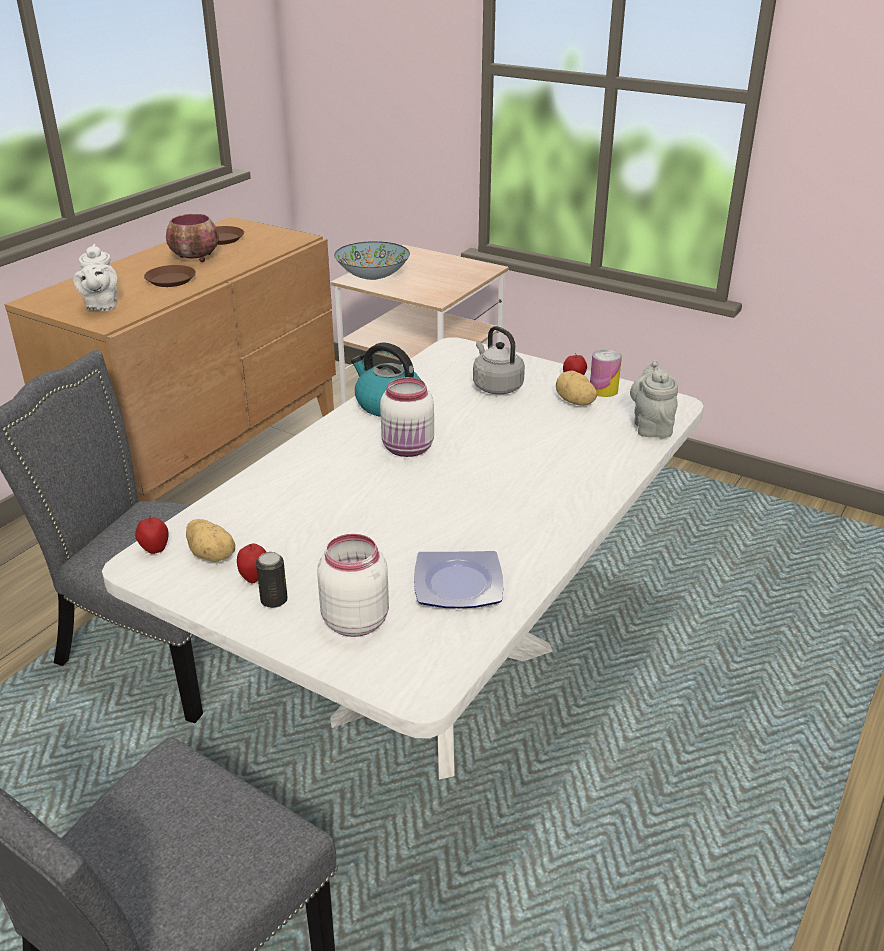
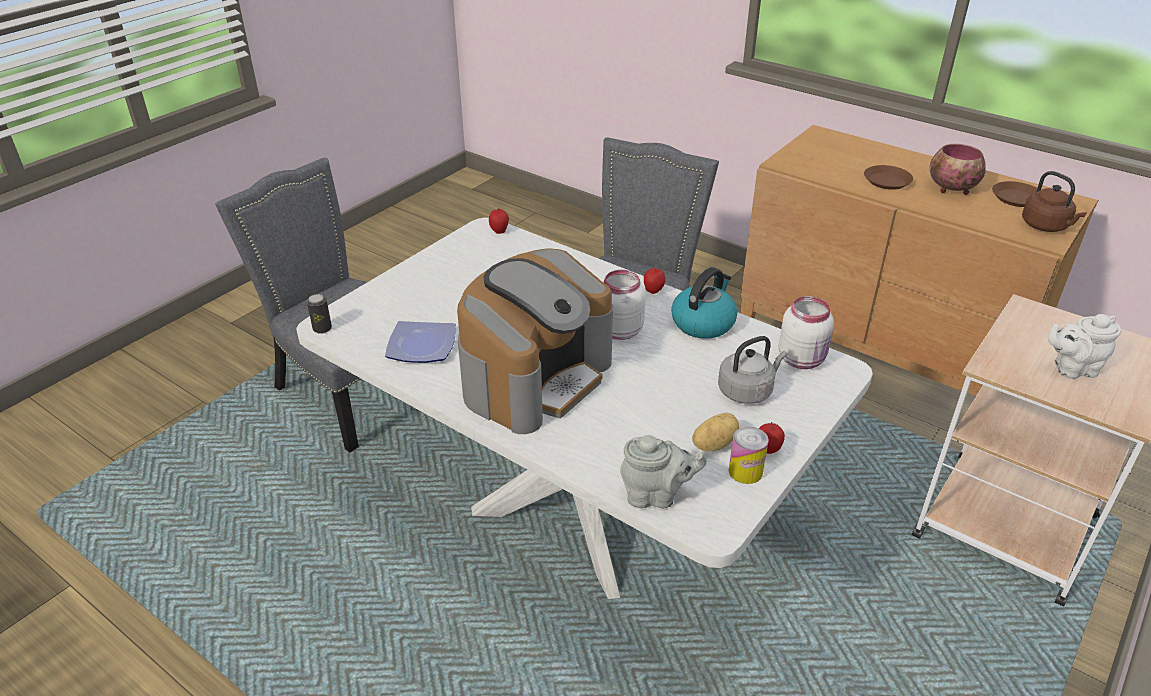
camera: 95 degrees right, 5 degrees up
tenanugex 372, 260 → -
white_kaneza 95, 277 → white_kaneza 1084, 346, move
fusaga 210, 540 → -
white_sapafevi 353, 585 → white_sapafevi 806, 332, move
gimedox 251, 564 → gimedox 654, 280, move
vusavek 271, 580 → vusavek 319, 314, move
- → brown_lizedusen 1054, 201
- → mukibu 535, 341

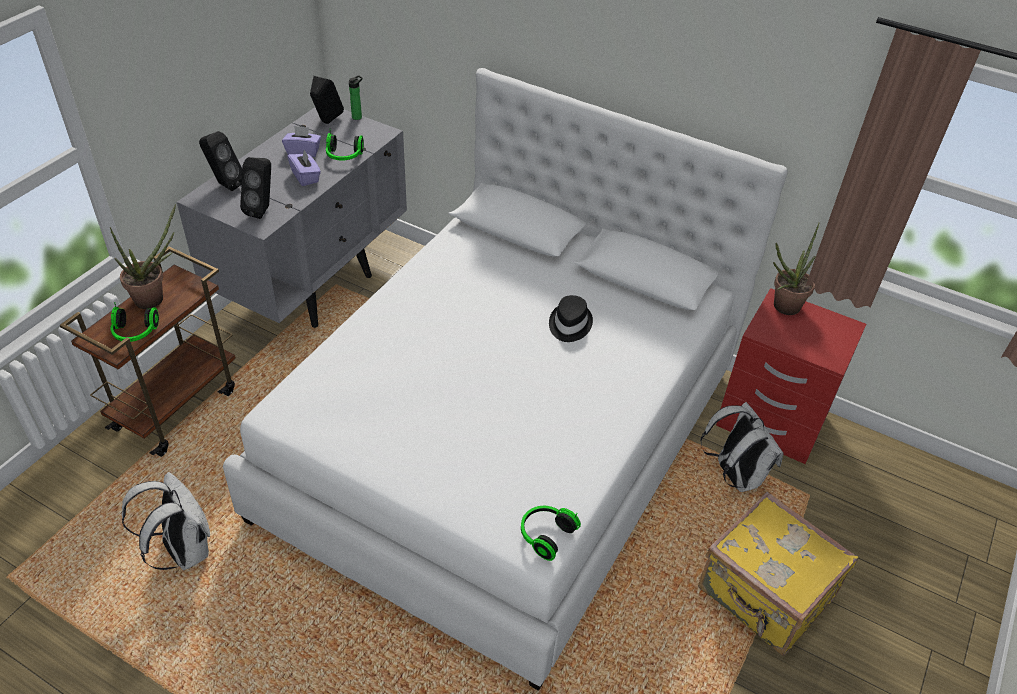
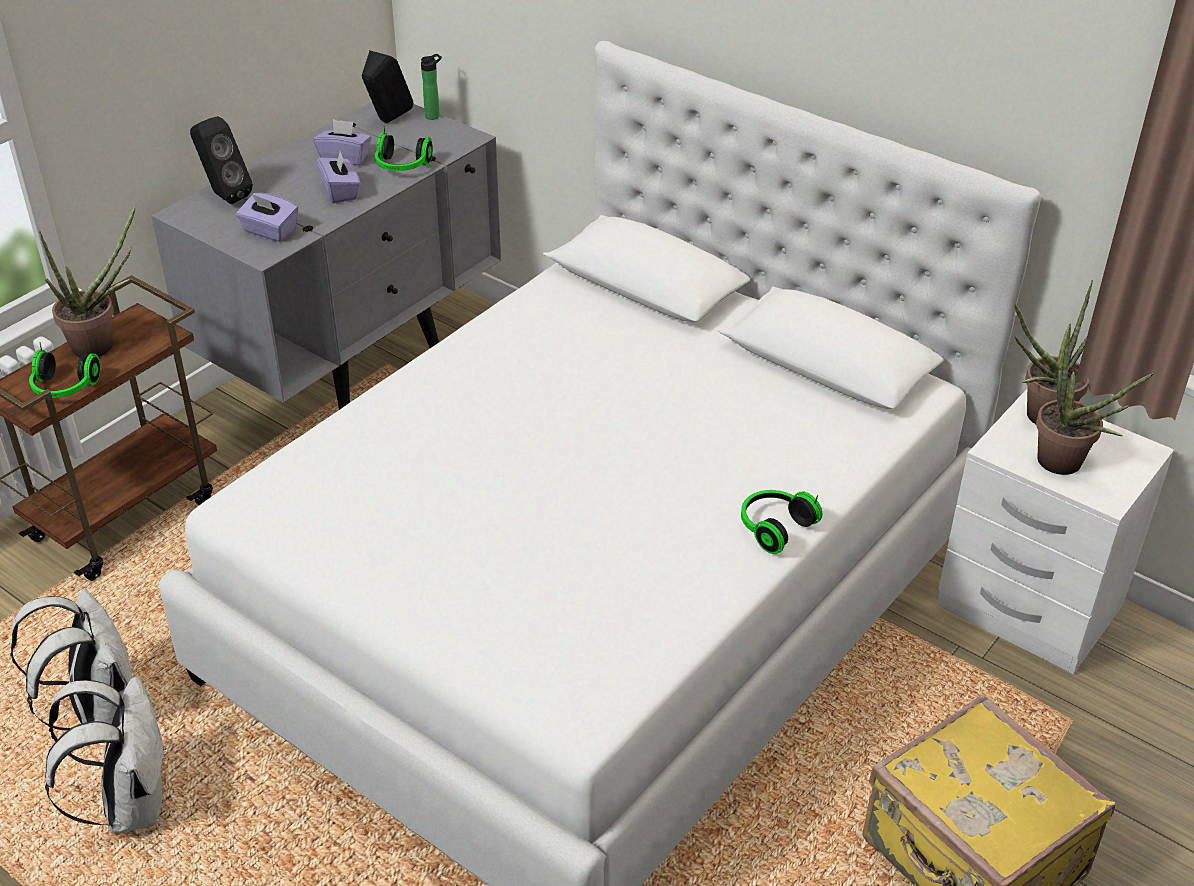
camera: 10 degrees right, 5 degrees down
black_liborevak 255, 188 → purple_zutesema 267, 217
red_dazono 791, 376 → white_dazono 1055, 531
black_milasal 571, 318 → -
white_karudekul 741, 447 → white_karudekul 105, 755, move
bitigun 551, 533 → bitigun 781, 522, move
- → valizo 1095, 399

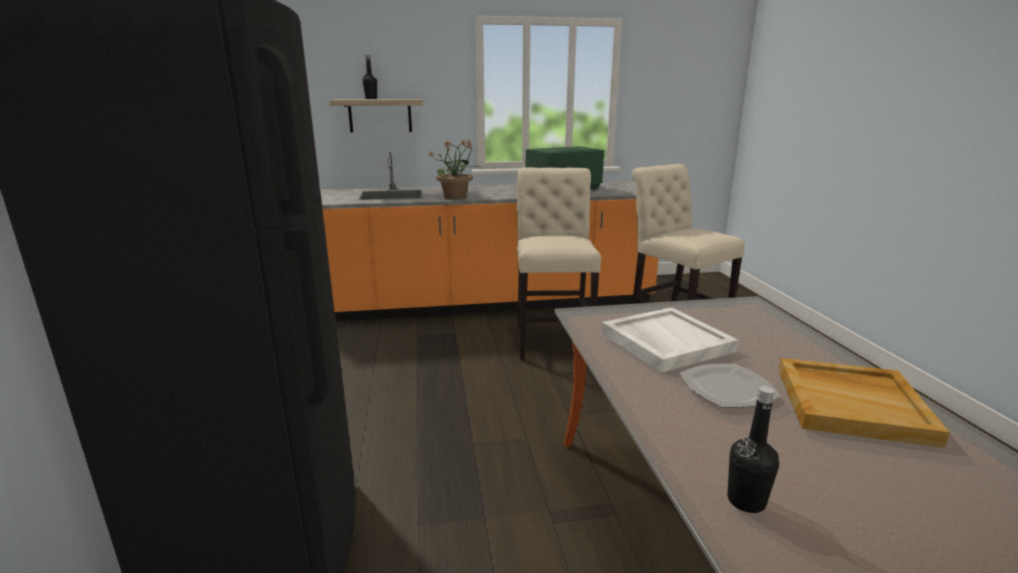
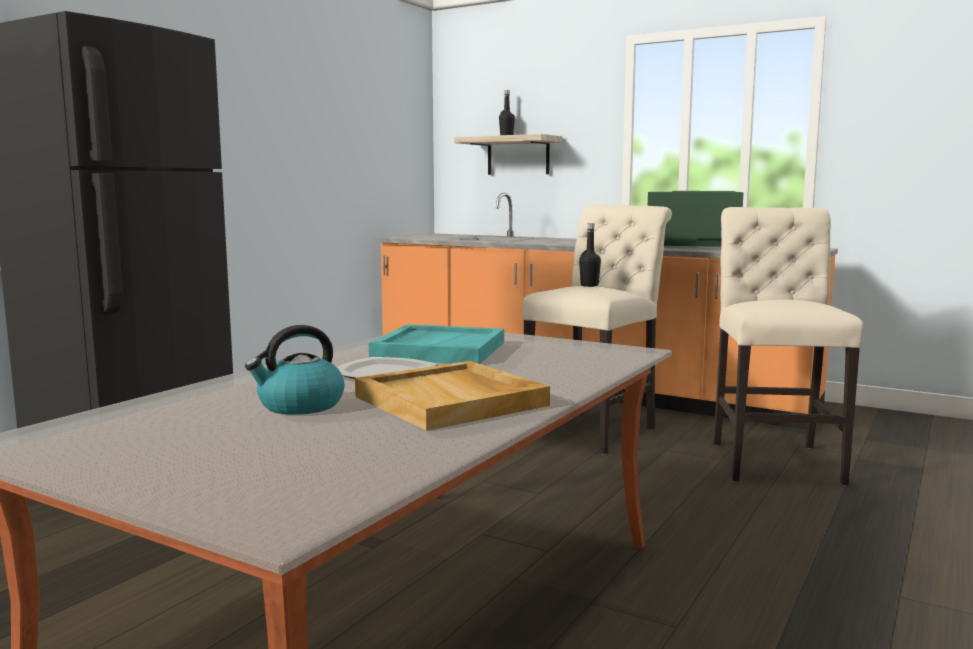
camera: 40 degrees right, 10 degrees down
valizo 454, 169 → -
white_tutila 670, 340 → turquoise_tutila 436, 344
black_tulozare 753, 449 → black_tulozare 590, 255, move
- → lizedusen 295, 370

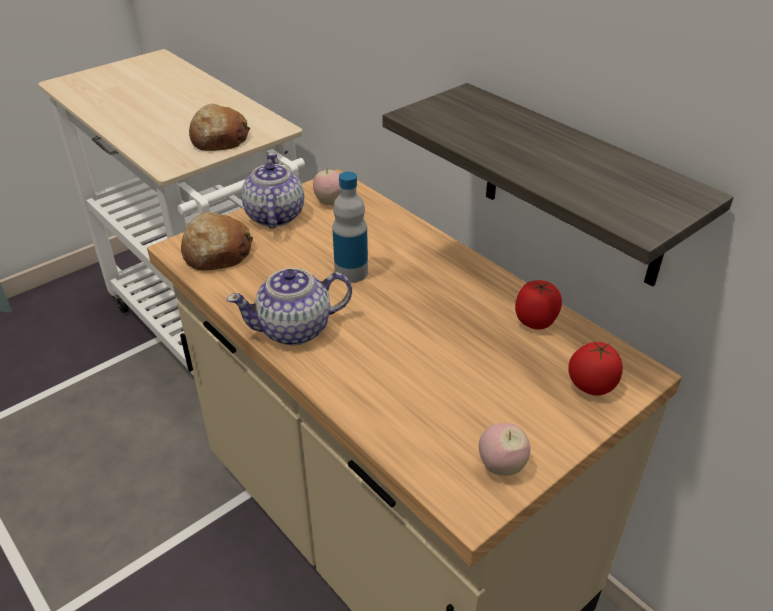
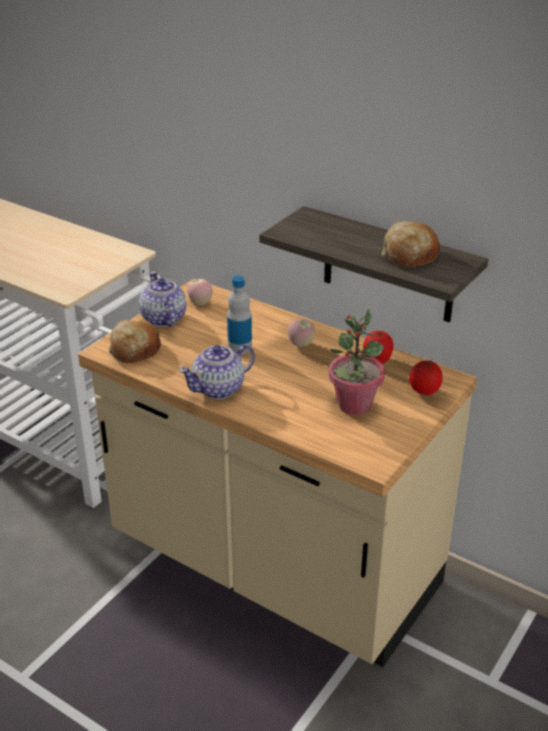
camera: 15 degrees left, 5 degrees down
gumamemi 219, 127 → gumamemi 411, 244, move
gimedox 504, 449 → gimedox 301, 333, move
- → valizo 356, 361

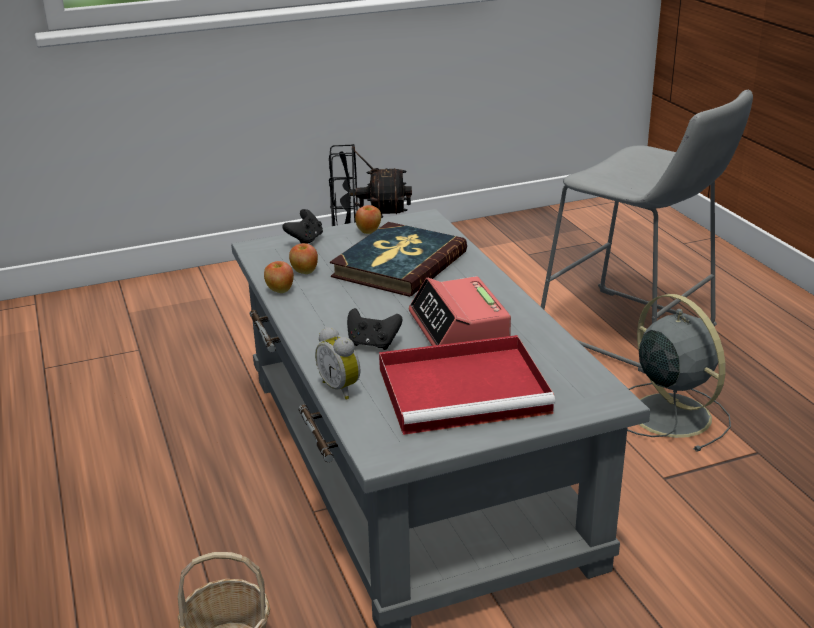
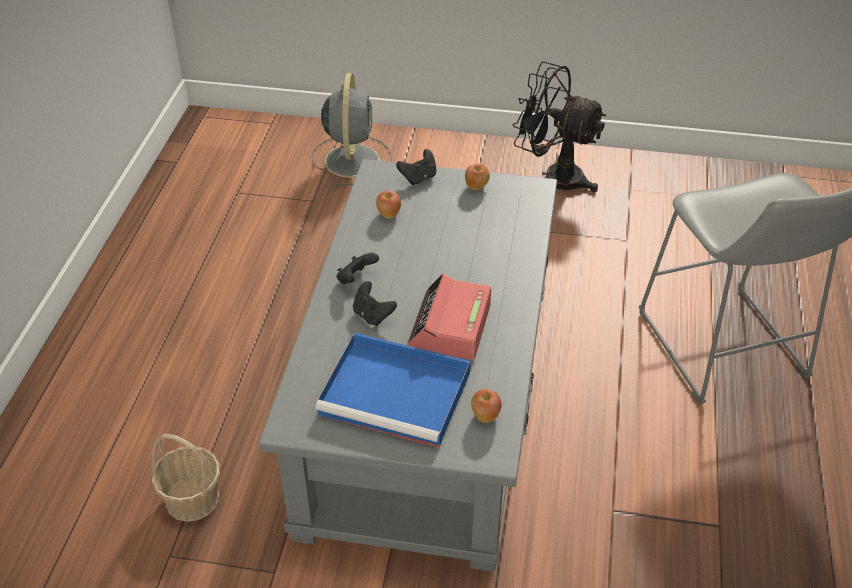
camera: 30 degrees right, 15 degrees up
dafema 398, 259 → -
gimedox 279, 277 → gimedox 486, 406, move
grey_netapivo 679, 373 → grey_netapivo 352, 130, move
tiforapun 337, 363 → -
red_tutila 467, 385 → blue_tutila 393, 390
- → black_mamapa 358, 268

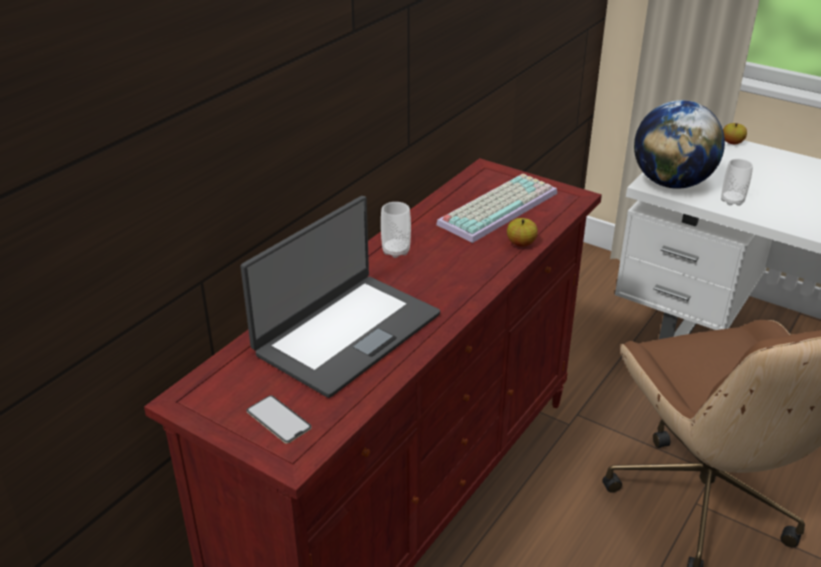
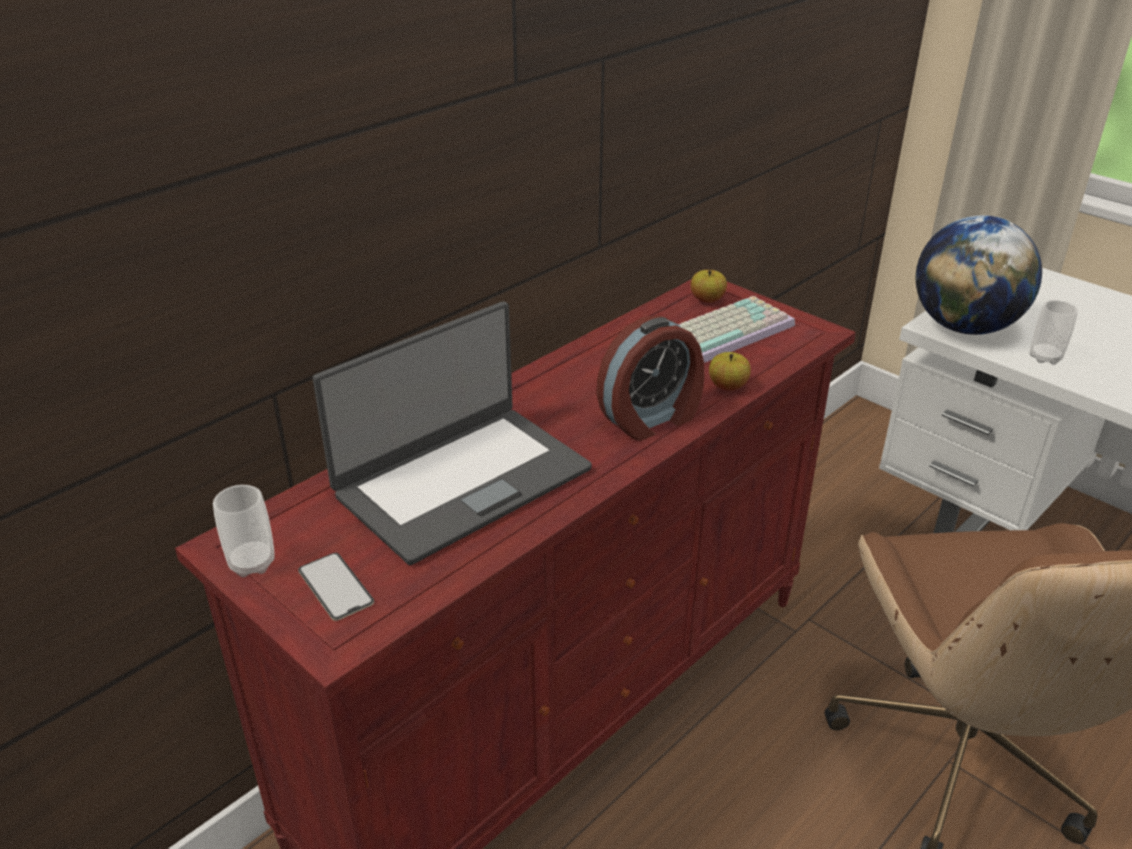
camera: 10 degrees right, 0 degrees up
gimedox 735, 133 → gimedox 709, 286, move
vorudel 396, 230 → vorudel 244, 531, move
- → tiforapun 650, 378

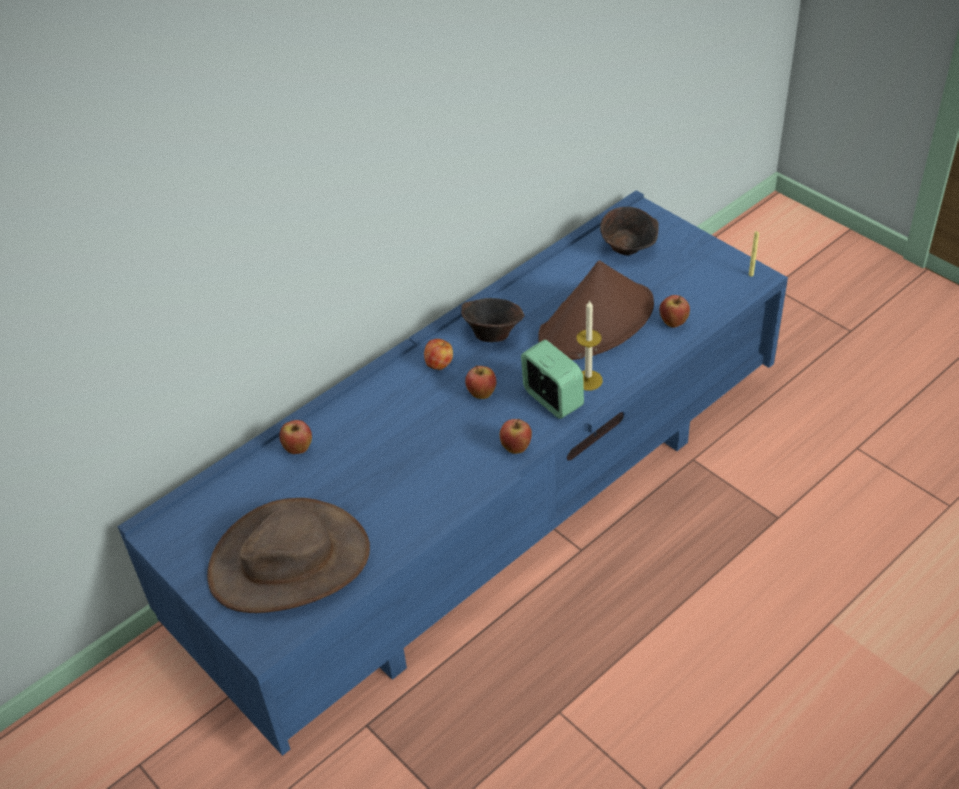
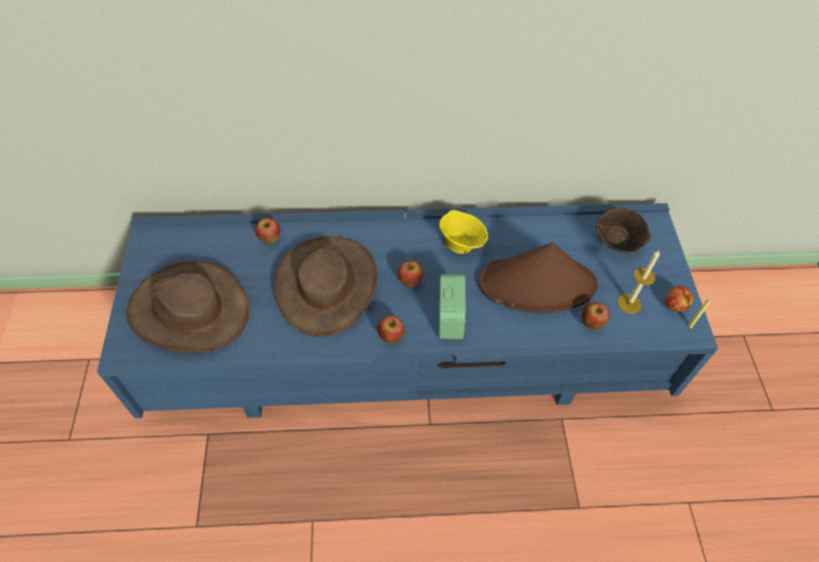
camera: 35 degrees right, 10 degrees up
brown_tenanugex 493, 320 → yellow_tenanugex 463, 232
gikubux 590, 345 → gikubux 638, 282, move
gimedox 438, 354 → gimedox 679, 298, move
- → brown_milasal 325, 286

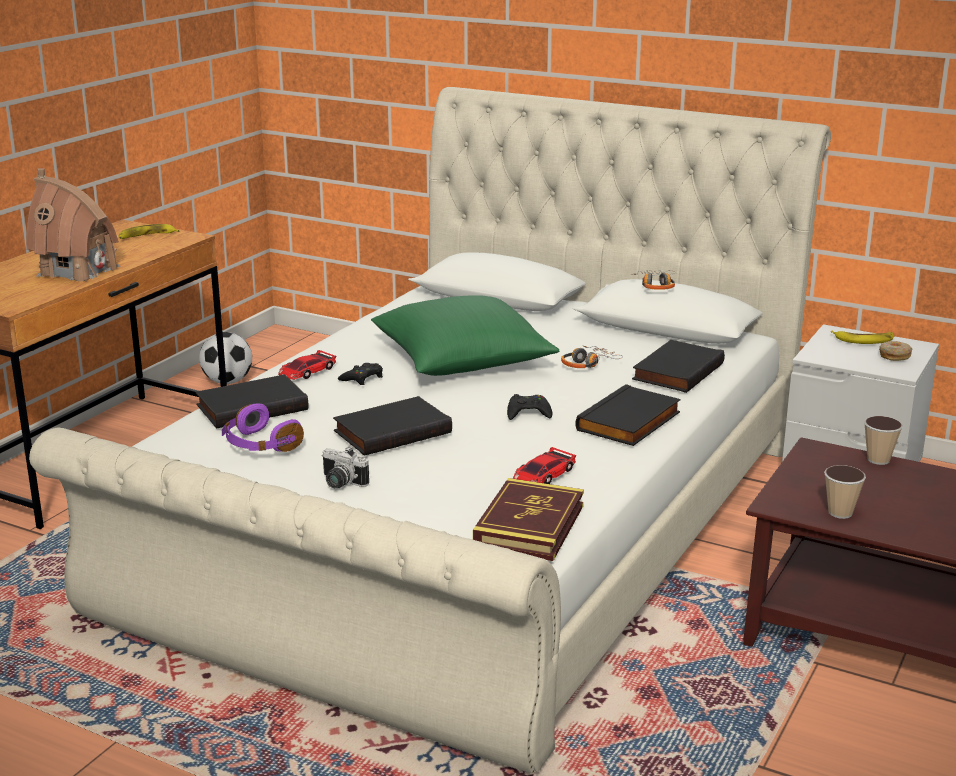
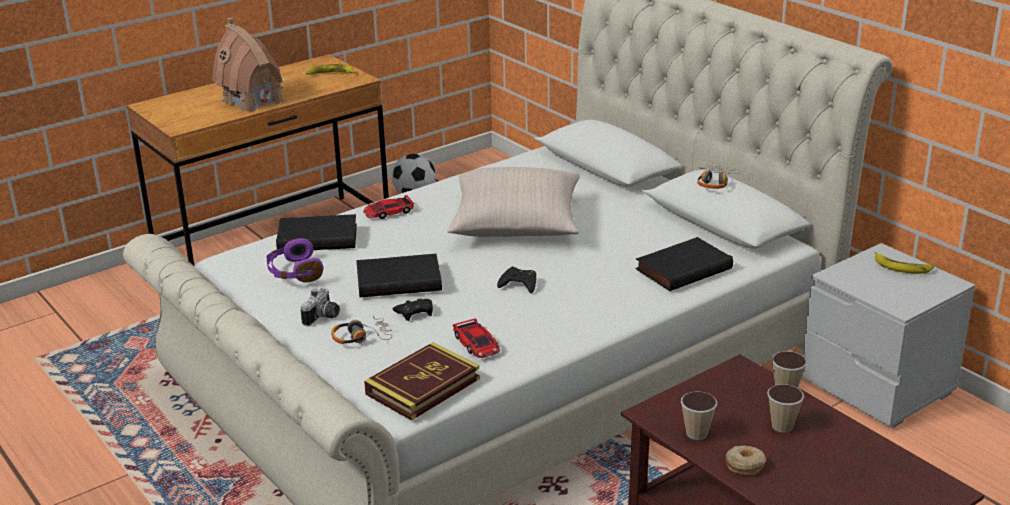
camera: 25 degrees right, 5 degrees up
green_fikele 465, 335 → beige_fikele 513, 202
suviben 896, 351 → suviben 746, 460, move
bitigun 592, 357 → bitigun 361, 330, move
black_mamapa 360, 374 → black_mamapa 413, 310, move
black_dafema 628, 415 → -
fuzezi 345, 467 → fuzezi 320, 307, 120 degrees counterclockwise
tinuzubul 545, 465 → tinuzubul 476, 338, 90 degrees counterclockwise
- → vorudel 785, 408

